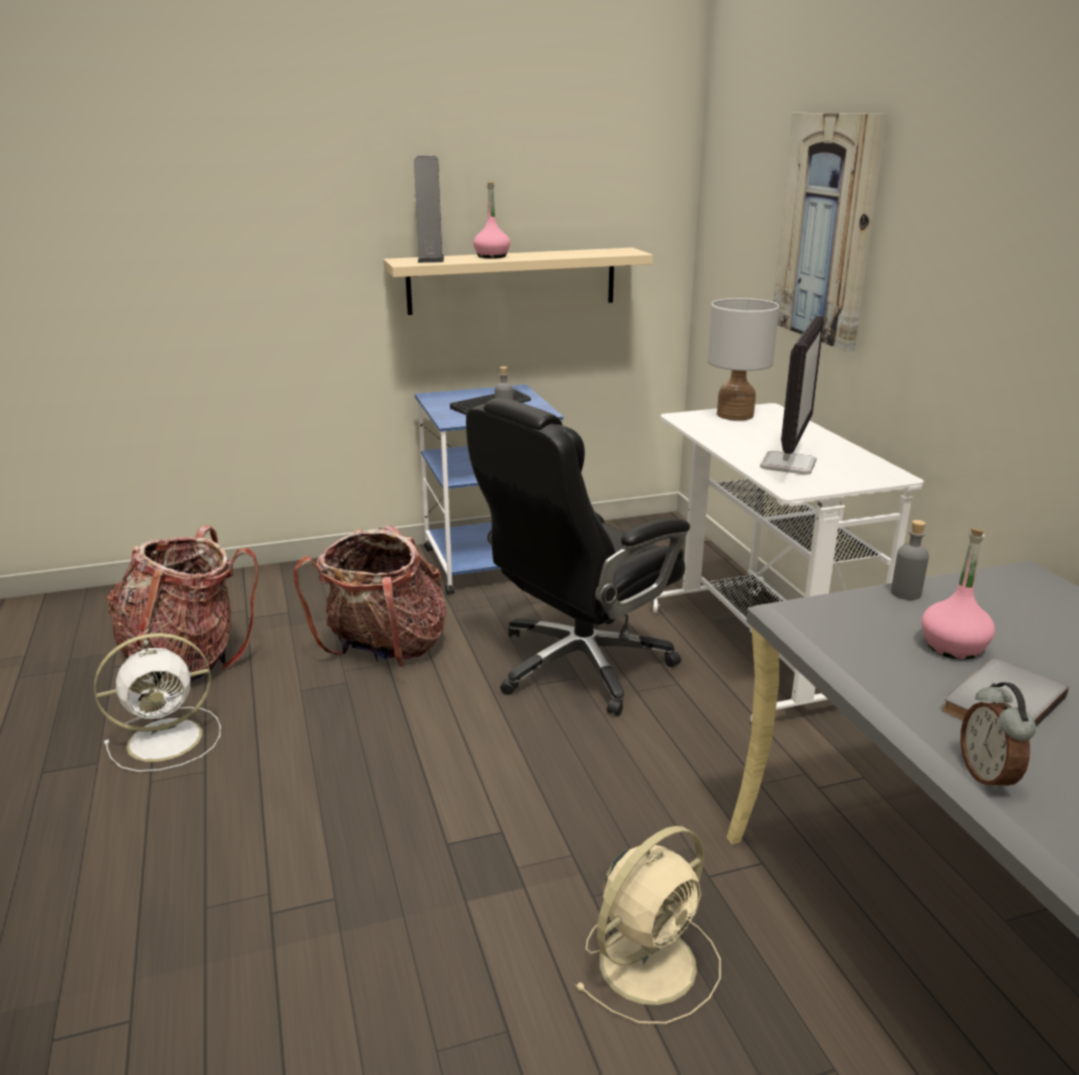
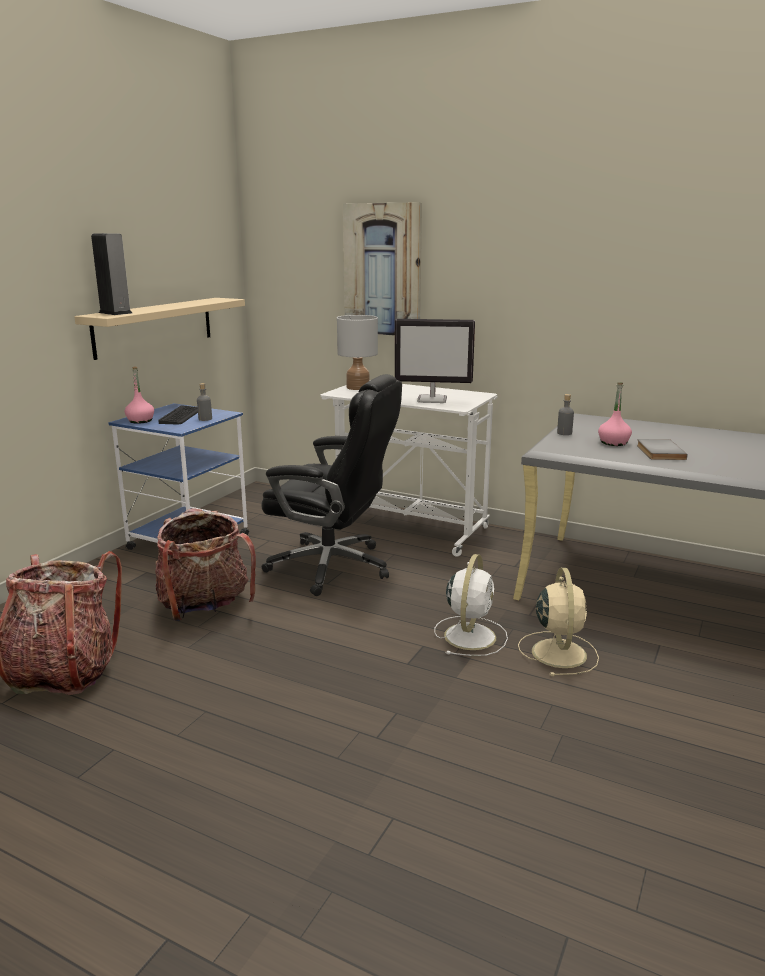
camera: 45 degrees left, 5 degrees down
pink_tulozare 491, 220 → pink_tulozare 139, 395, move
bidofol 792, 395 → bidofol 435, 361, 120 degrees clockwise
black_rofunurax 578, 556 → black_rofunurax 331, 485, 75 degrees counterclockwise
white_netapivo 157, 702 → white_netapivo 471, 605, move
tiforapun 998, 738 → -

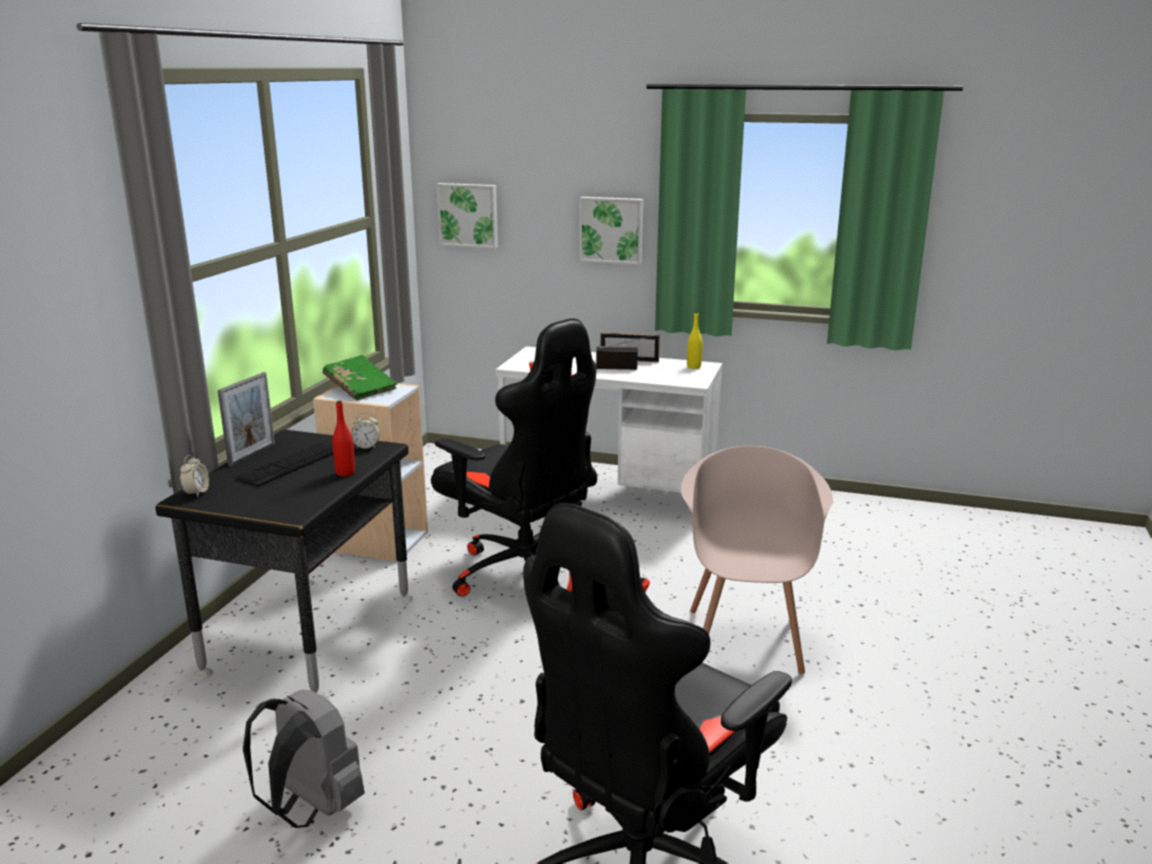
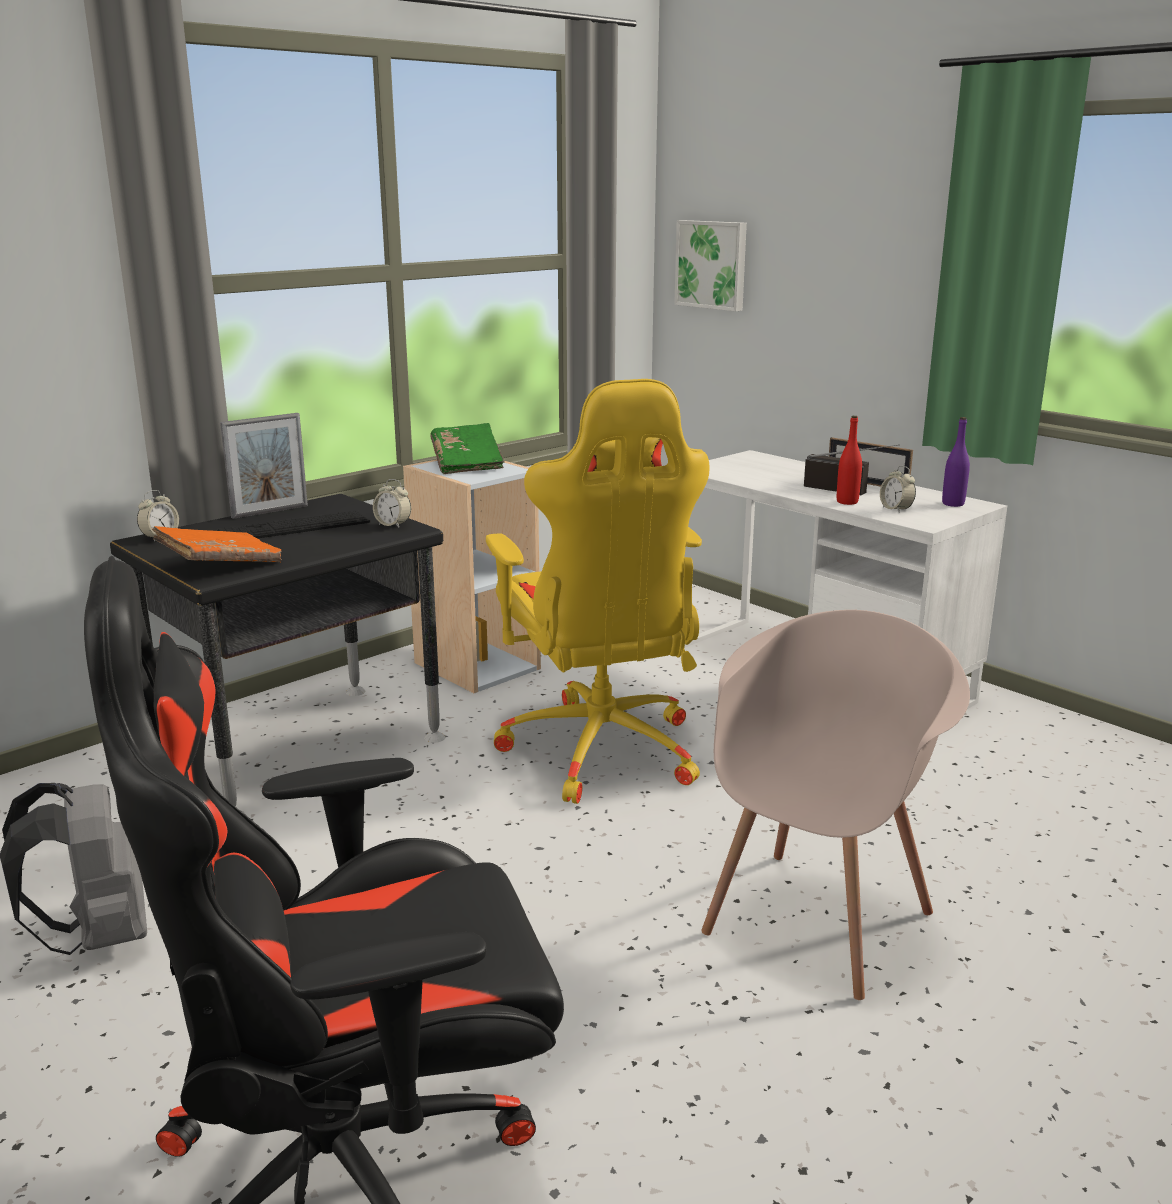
camera: 30 degrees right, 0 degrees up
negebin 611, 231 → -
yellow_tulozare 694, 340 → purple_tulozare 956, 462
black_rofunurax 514, 457 → yellow_rofunurax 597, 591
red_tulozare 344, 438 → red_tulozare 849, 460, move
- → tiforapun 898, 489
- → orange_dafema 217, 544

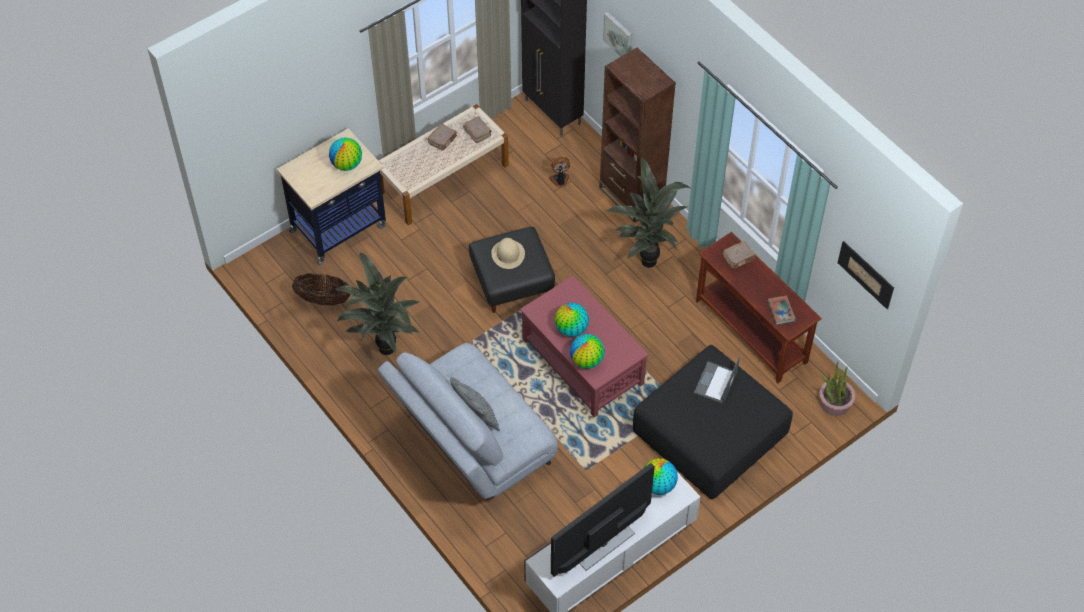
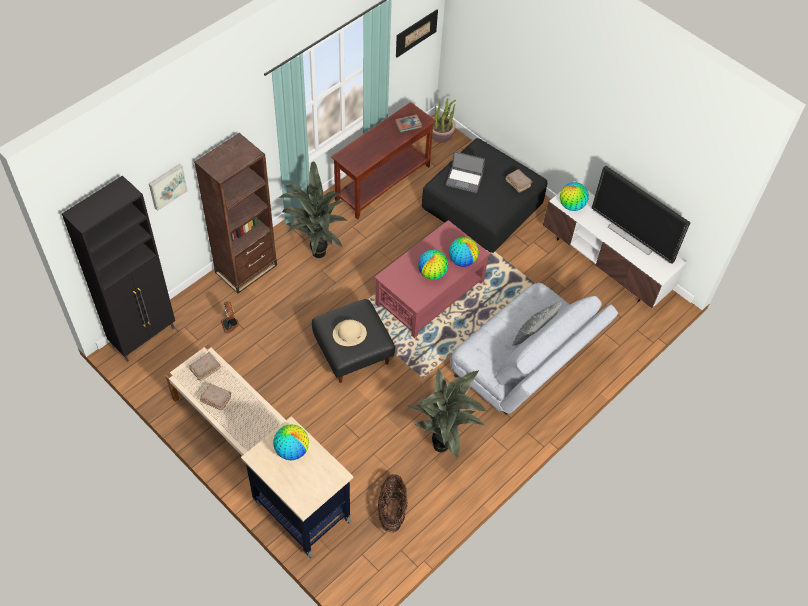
camera: 100 degrees left, 0 degrees up
brown_dafema 739, 255 → brown_dafema 519, 181, move

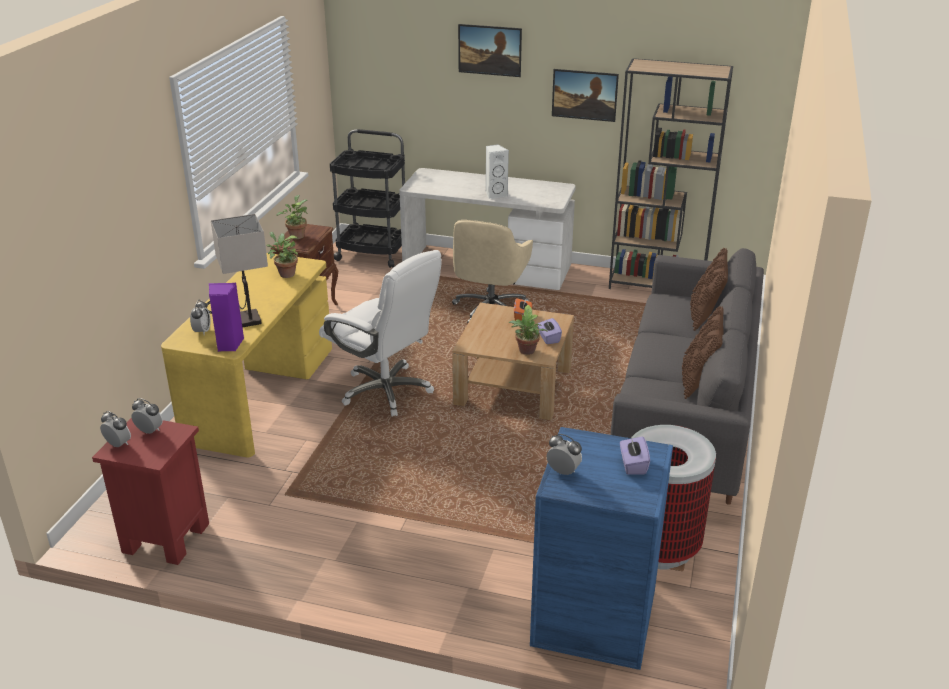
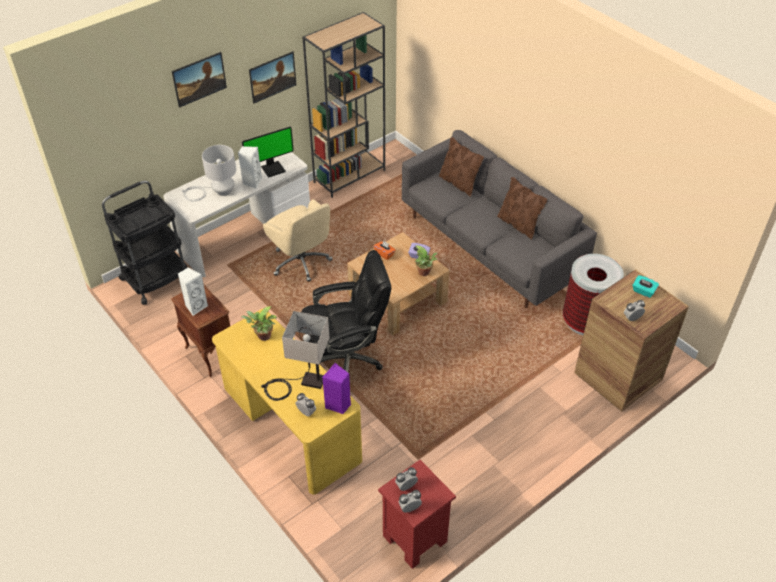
camera: 55 degrees left, 15 degrees up
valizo 292, 217 → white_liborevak 193, 292
white_rofunurax 380, 333 → black_rofunurax 346, 311
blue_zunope 601, 548 → brown_zunope 631, 340
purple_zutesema 635, 455 → turquoise_zutesema 646, 286
- → bidofol 268, 152
- → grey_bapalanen 208, 173

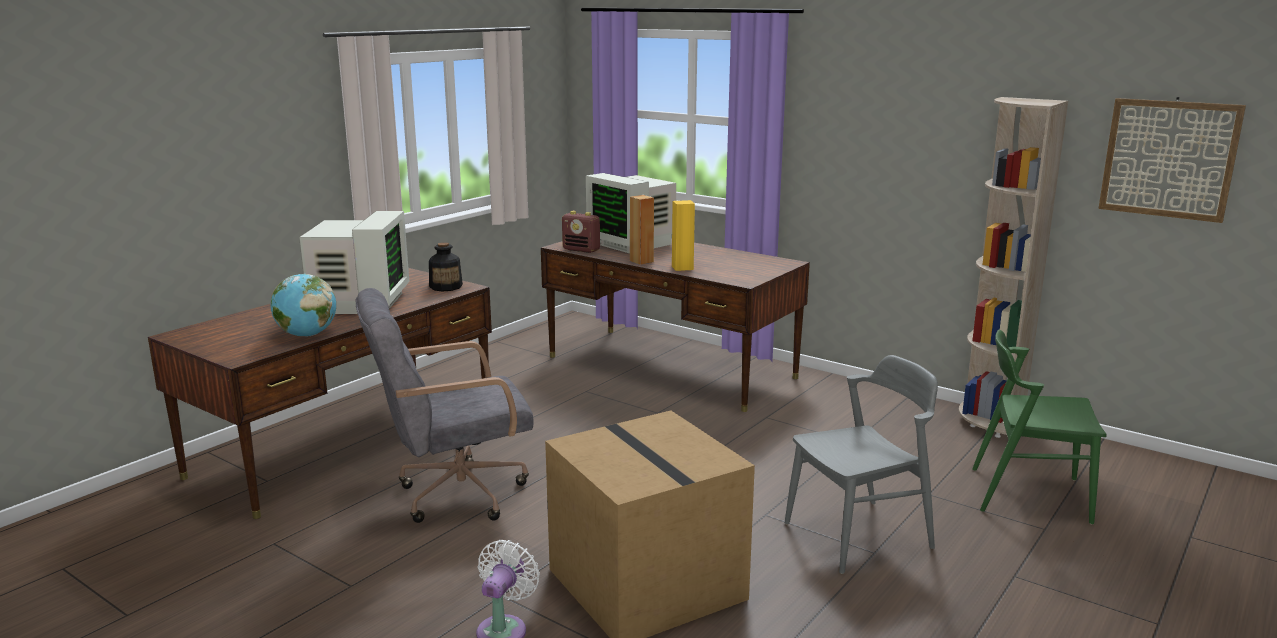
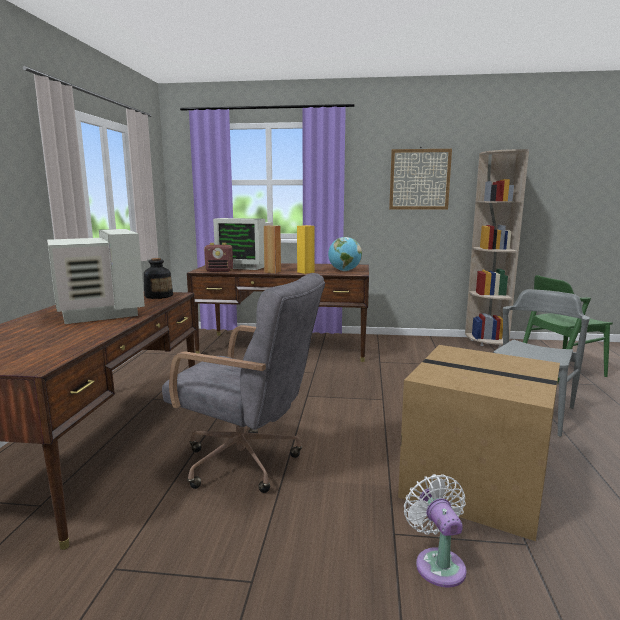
camera: 30 degrees left, 5 degrees down
negebin 1172, 160 → negebin 420, 178, move
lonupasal 303, 305 → lonupasal 345, 254, move
grey_rofunurax 444, 405 → grey_rofunurax 243, 383, 105 degrees counterclockwise

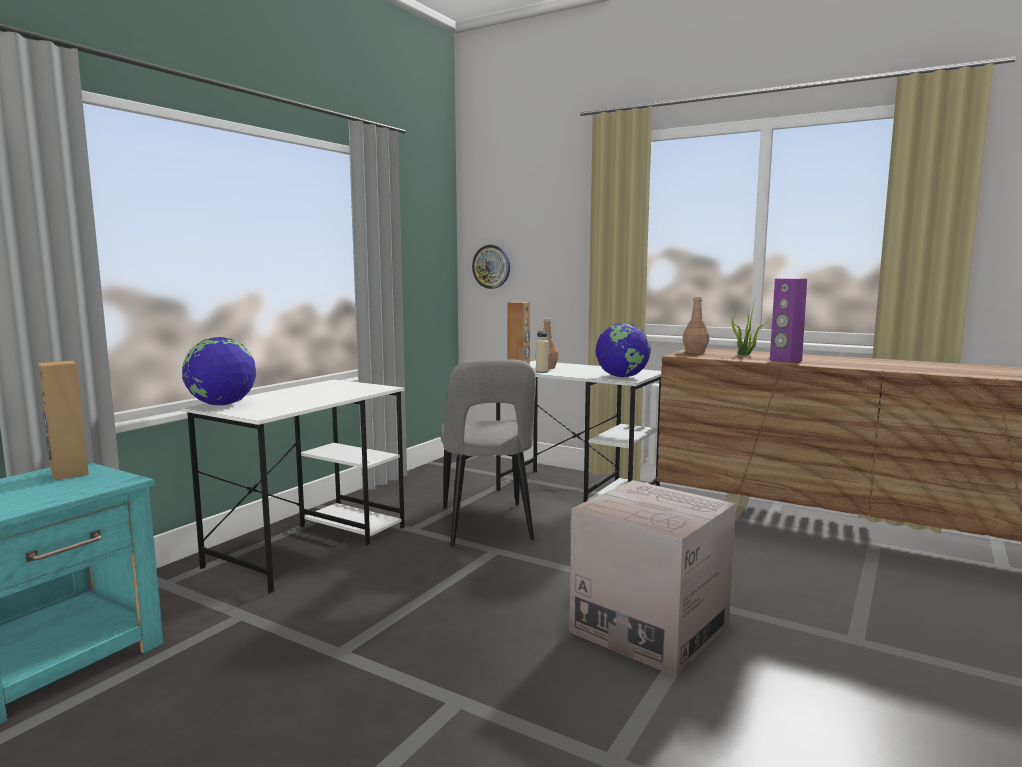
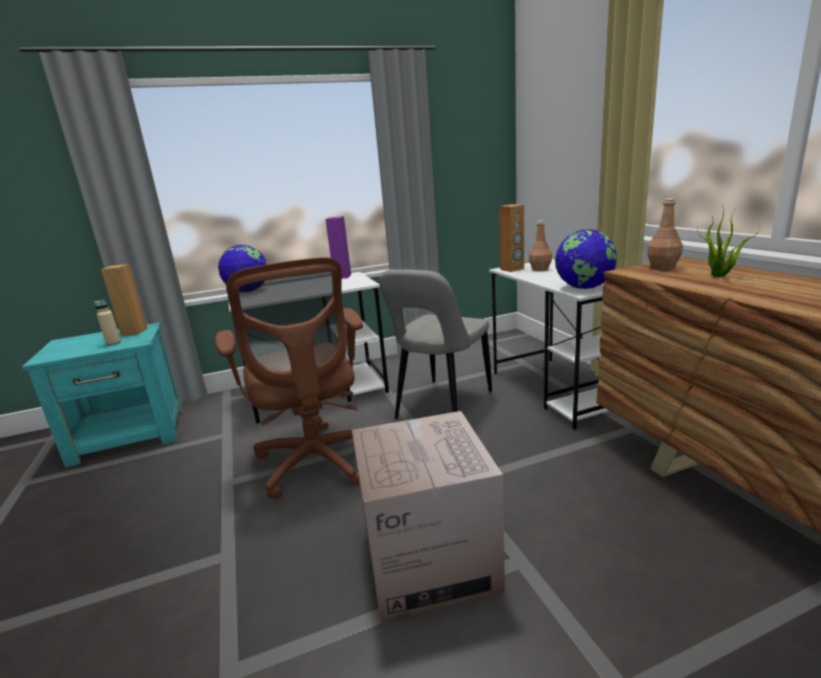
camera: 40 degrees right, 10 degrees up
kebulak 491, 267 → -
purple_liborevak 788, 320 → purple_liborevak 338, 247, move
beige_tulozare 542, 351 → beige_tulozare 107, 323, move
- → brown_rofunurax 289, 378

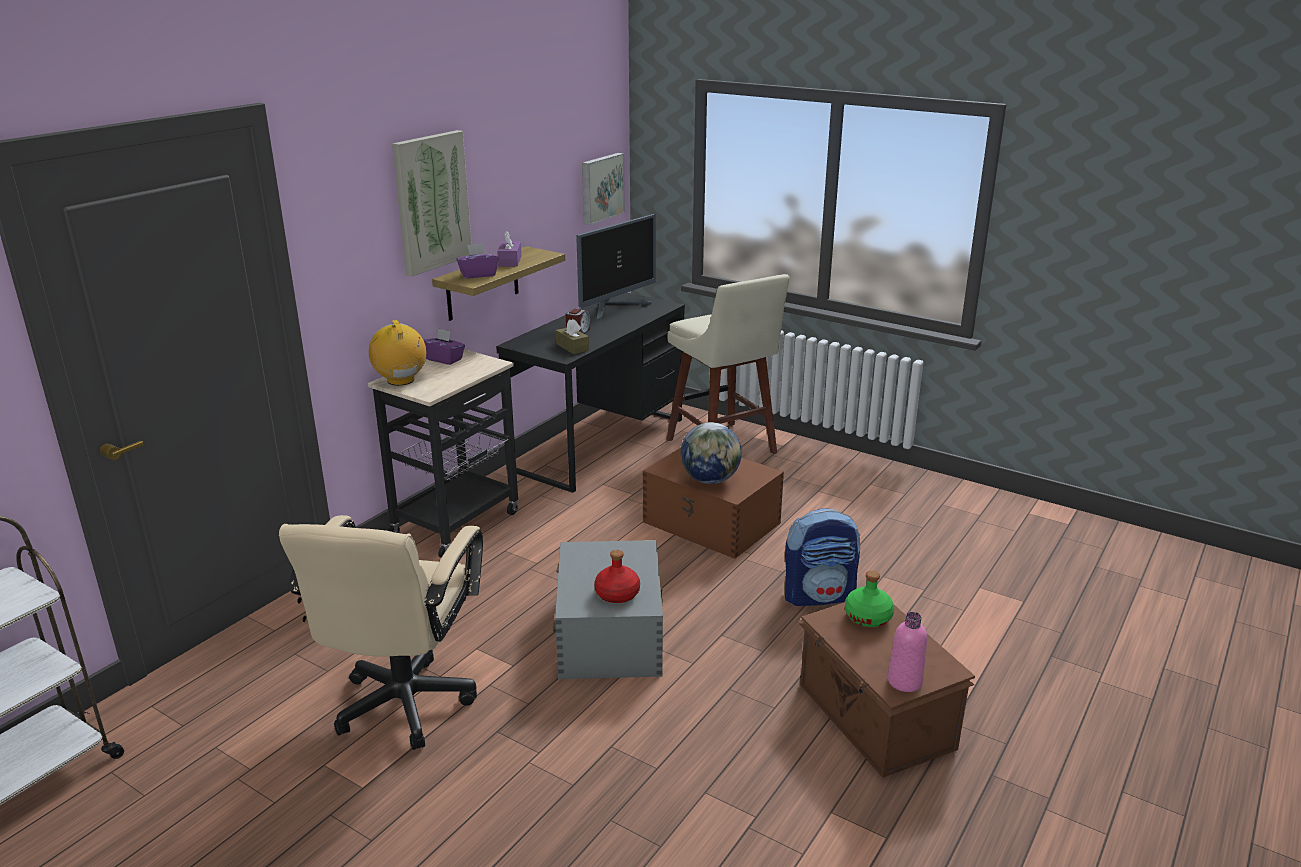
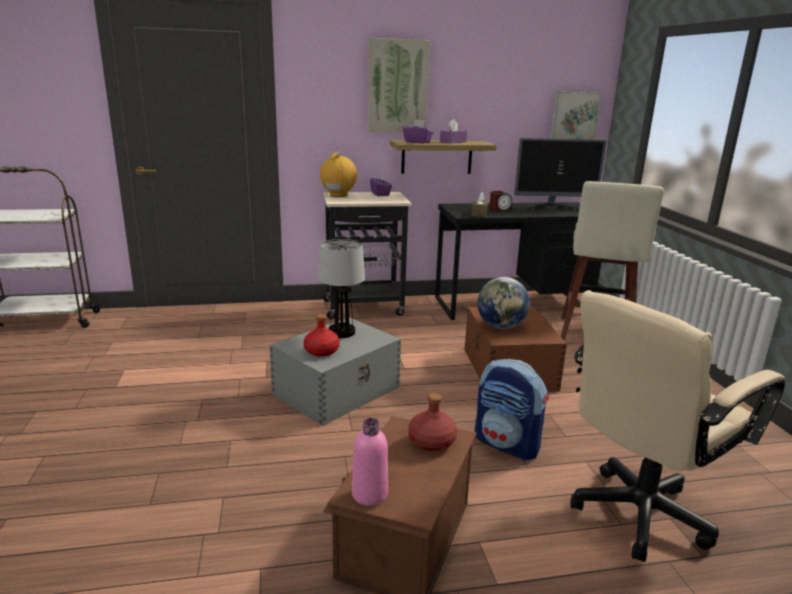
camera: 45 degrees right, 5 degrees down
beige_rofunurax 381, 632 → beige_rofunurax 678, 426, move
green_tulozare 869, 599 → red_tulozare 432, 422
- → bapalanen 341, 288

